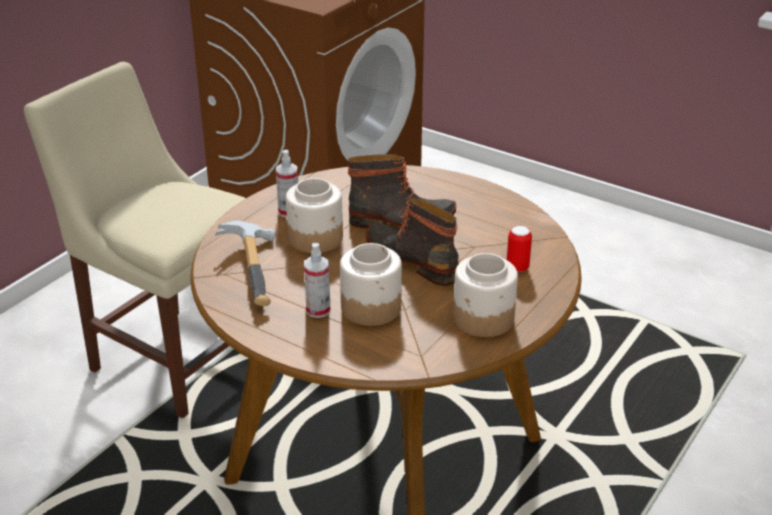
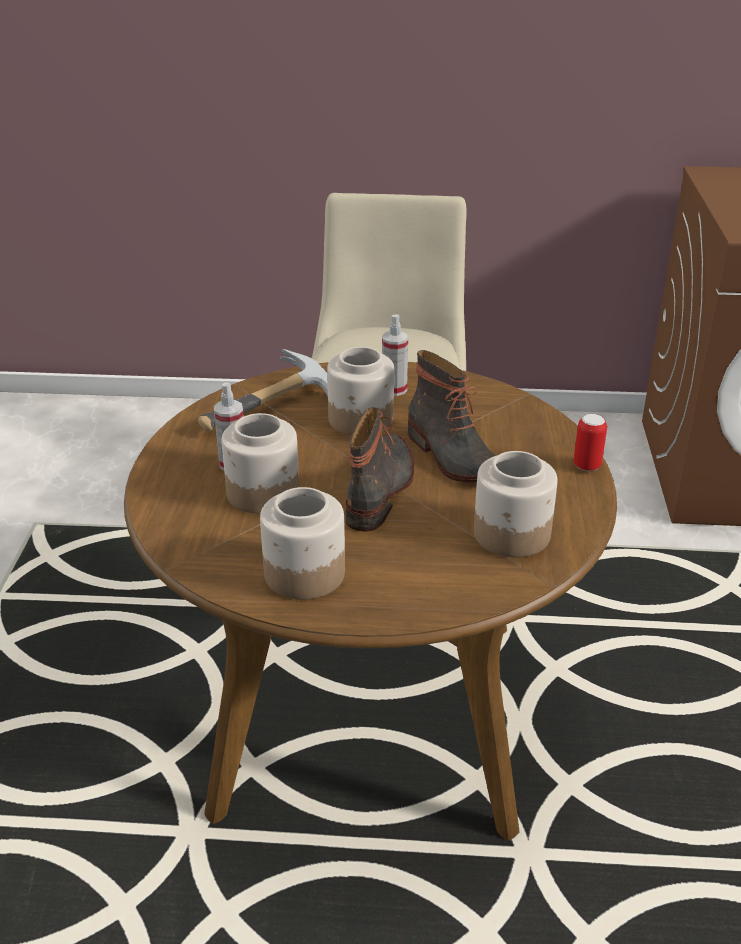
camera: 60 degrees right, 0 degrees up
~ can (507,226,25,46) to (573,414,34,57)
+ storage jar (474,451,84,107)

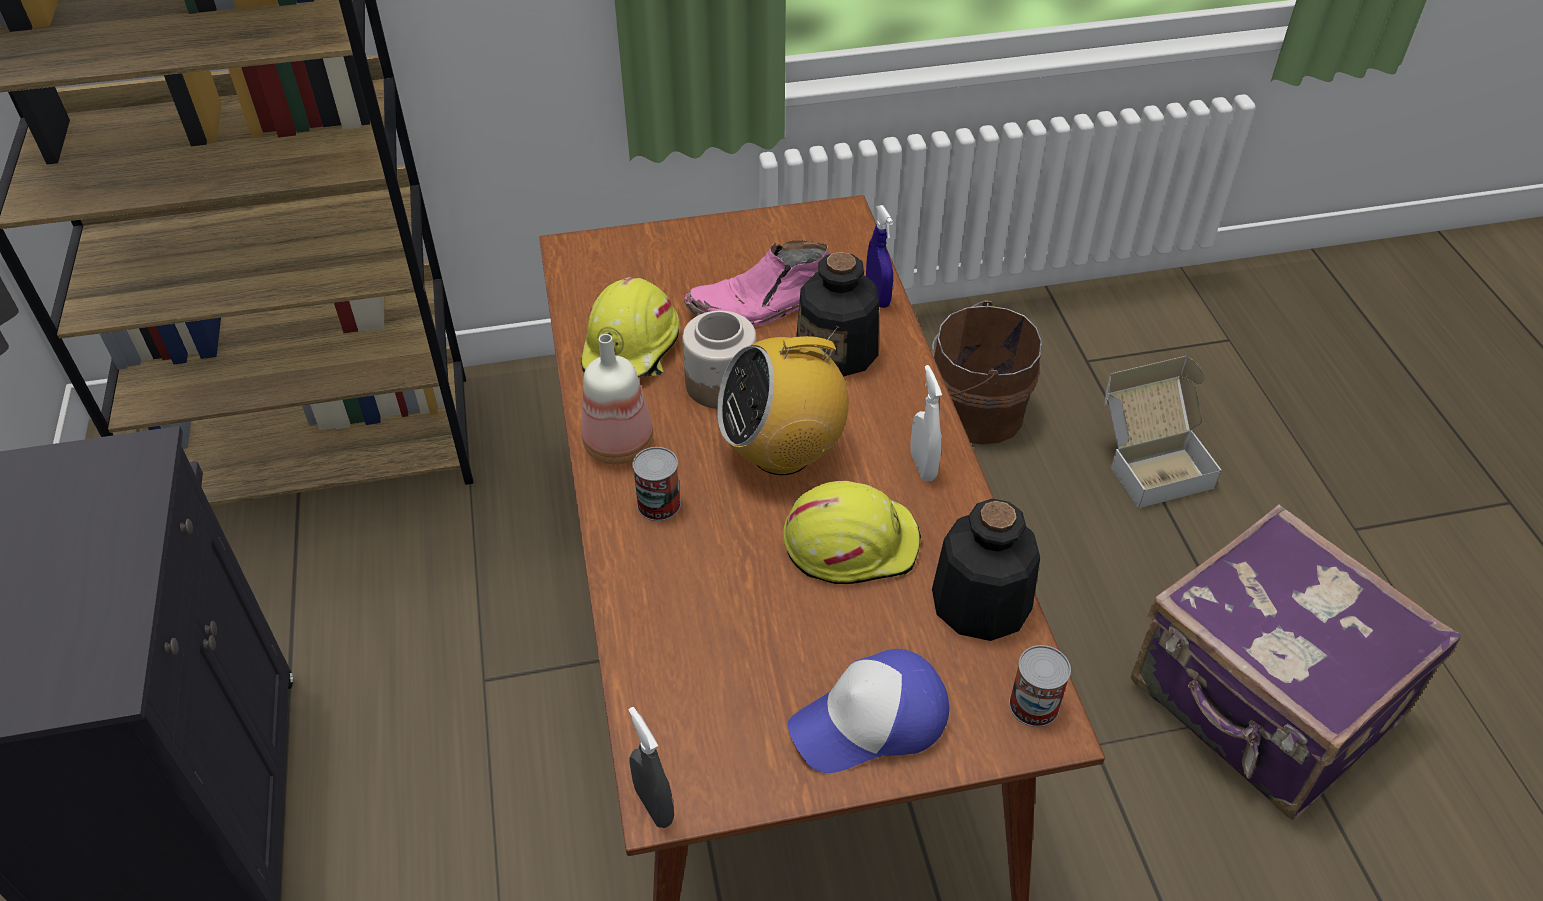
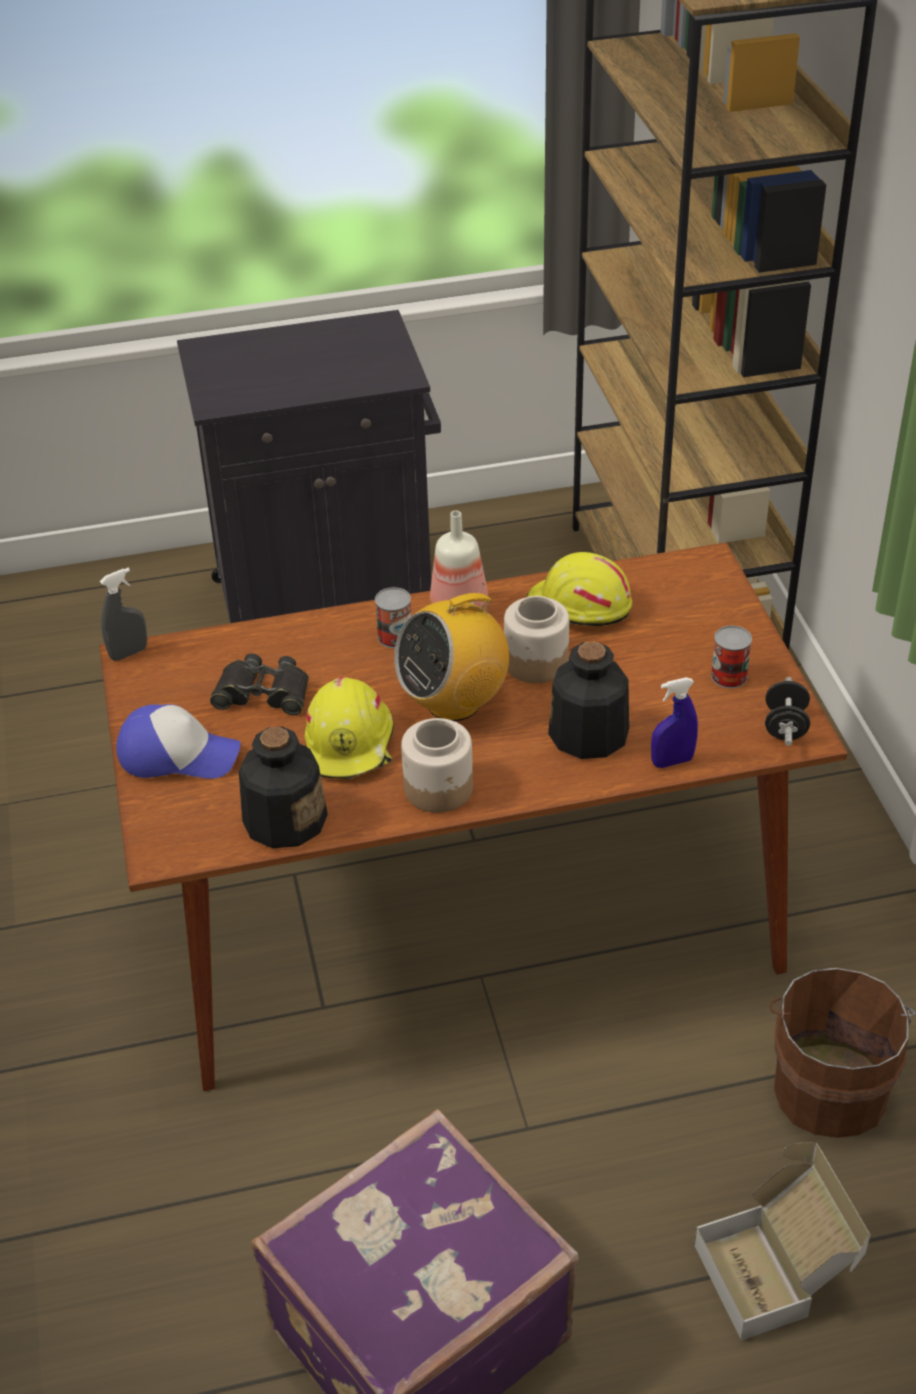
camera: 90 degrees right, 5 degrees down
- high-top boot (pinkish) (684,240,145,87)
~ radio receiver (717,326,132,149) = (394,583,115,138) 105 degrees counterclockwise
~ hand sprayer (whitish) (910,365,32,116) to storage jar (401,718,72,95)
~ can (1009,645,62,82) to (711,625,41,63)
~ peaked cap (788,649,161,124) = (116,704,125,75) 120 degrees clockwise
+ field glasses (black-coloured) (210,653,99,62)
+ free weight (black-coloured) (765,677,45,69)

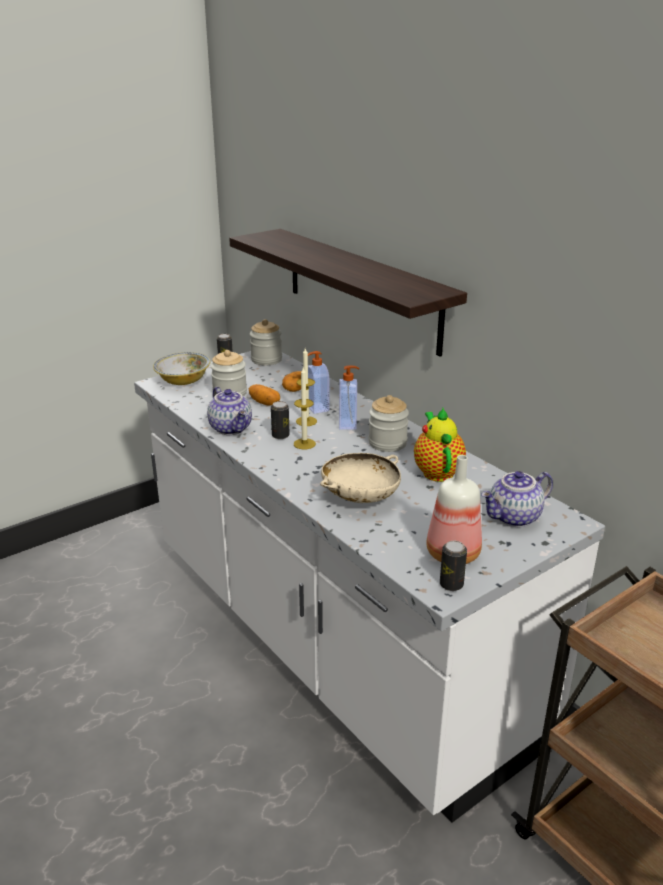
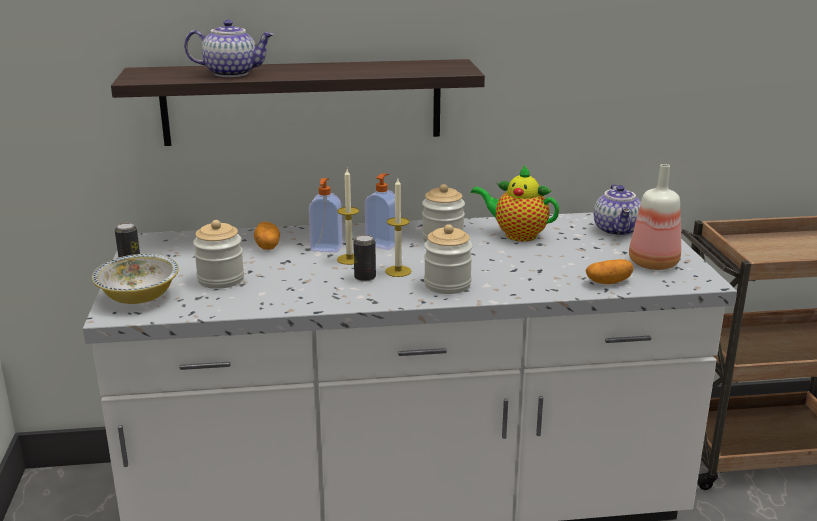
camera: 60 degrees left, 5 degrees down
~ storage jar (250,319,32,46) to (424,224,49,70)
~ potato (249,384,31,22) to (586,259,47,25)
~ teapot (207,387,45,48) to (184,20,90,57)
- bowl (sand-coloured) (320,453,81,50)
- can (440,541,27,50)

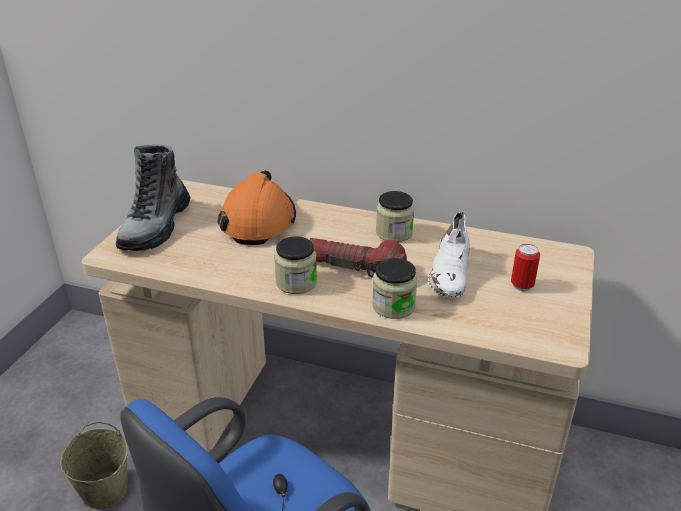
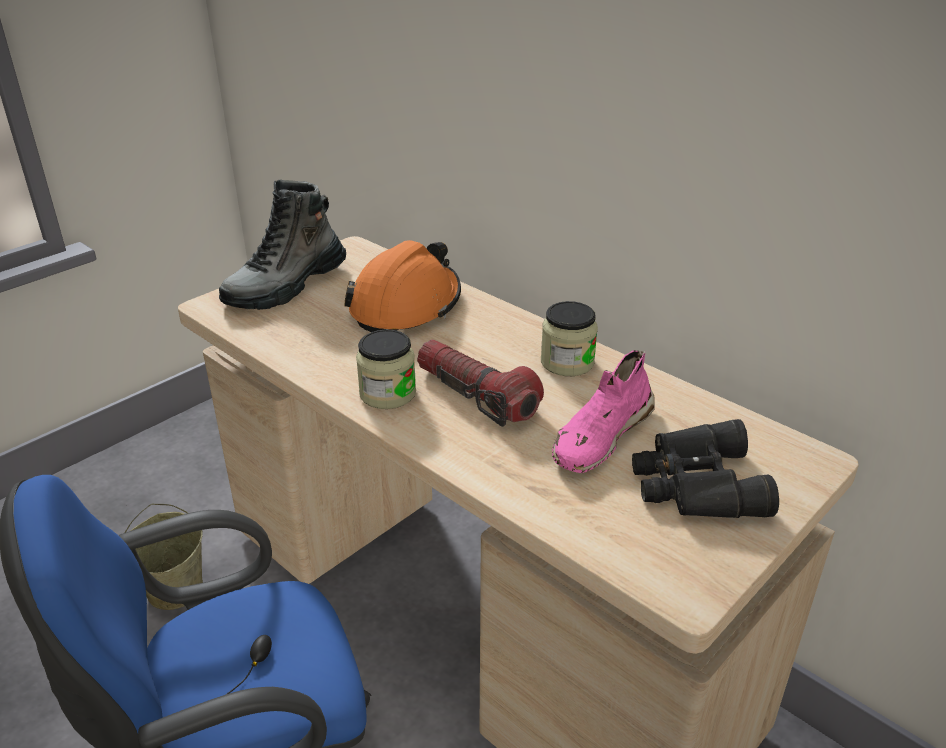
camera: 25 degrees right, 0 degrees up
~ low shoe (whitish) (428,212,42,86) to low shoe (pinkish) (552,350,102,123)
~ can (511,244,29,47) to field glasses (black-coloured) (632,419,147,99)
- storage jar (372,258,45,61)

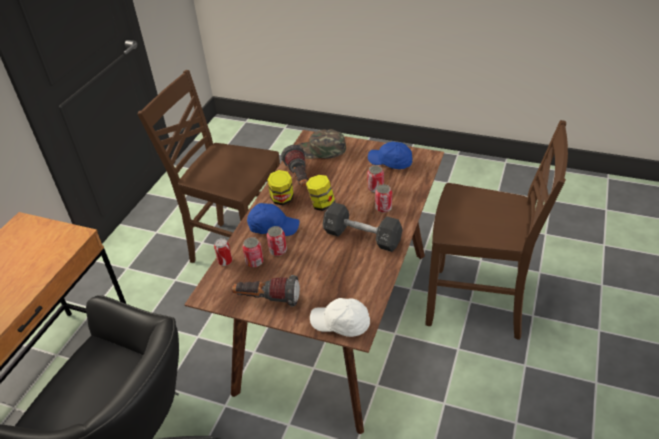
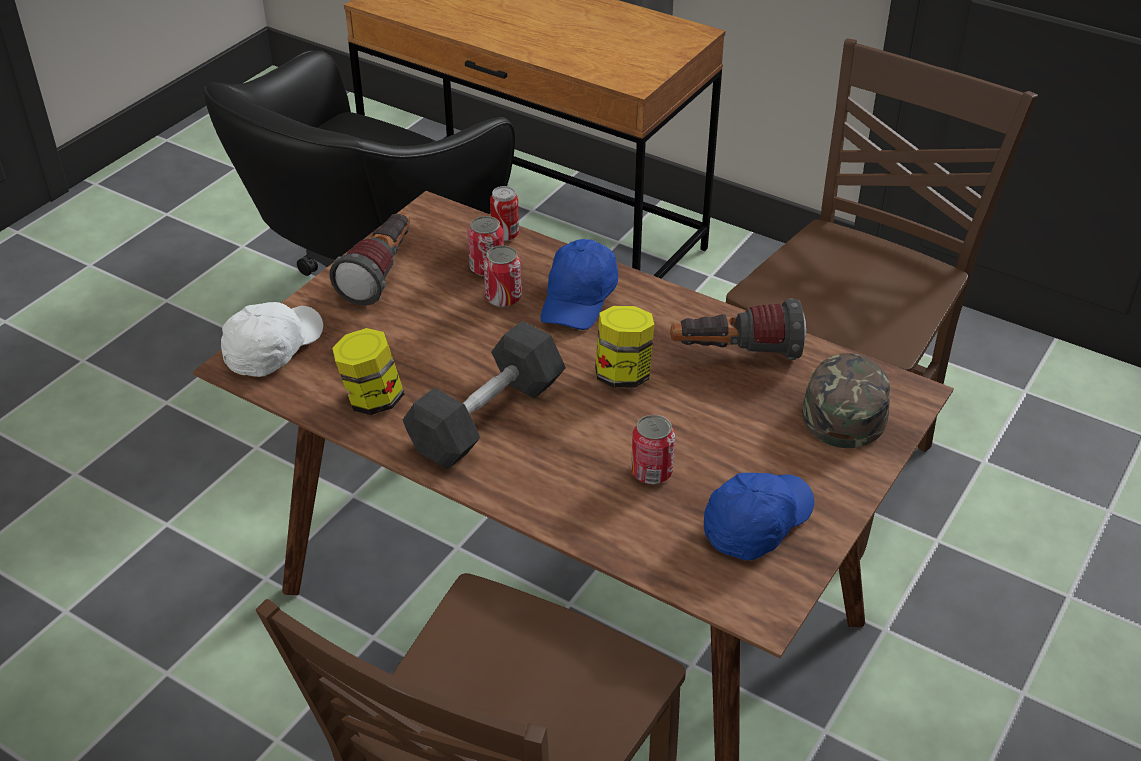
camera: 100 degrees right, 0 degrees up
~ storage jar (267,170,27,35) to (332,328,72,87)
- can (375,184,17,29)

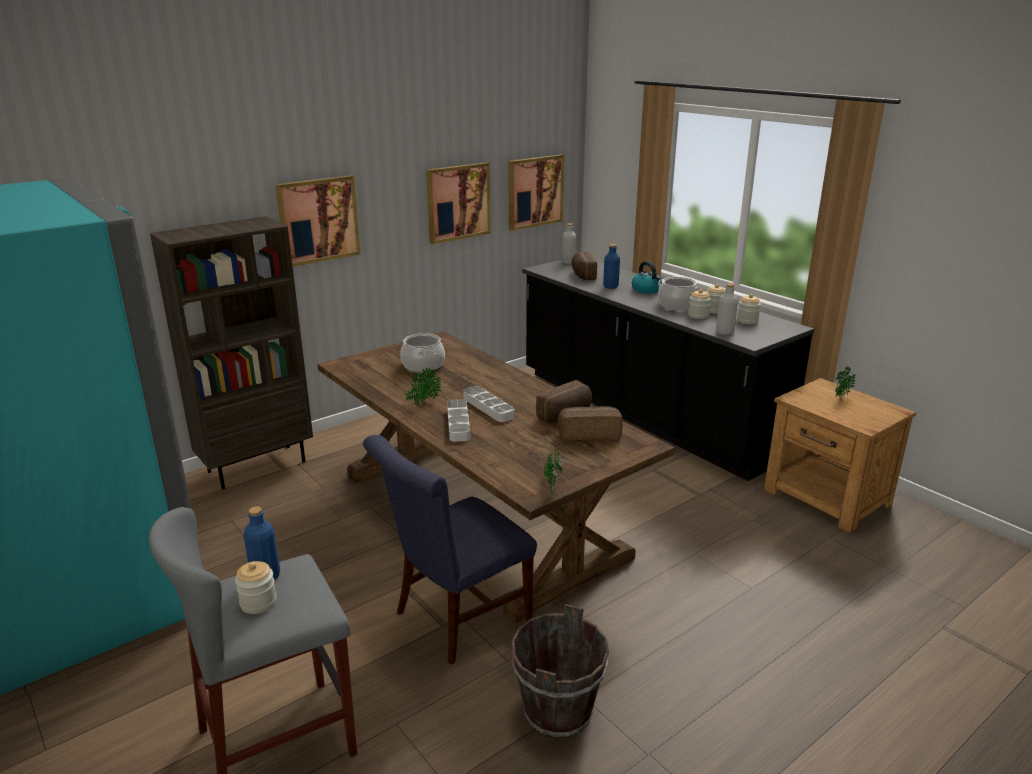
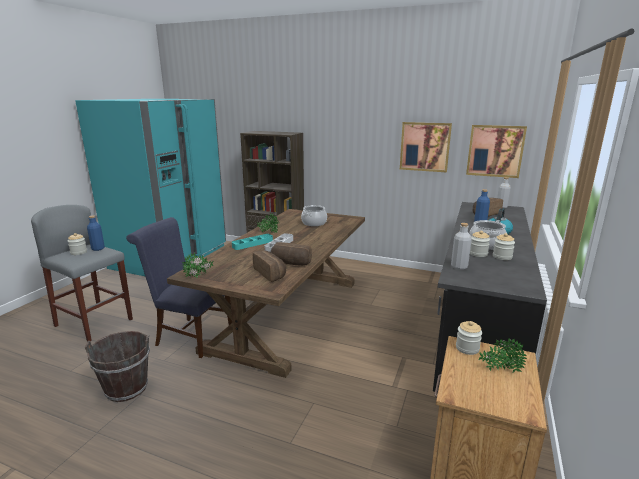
camera: 60 degrees right, 5 degrees down
- wall picture (275,175,86,92)
~ storage jar (737,294,24,30) to (456,321,26,34)
~ serving tray (grey) (447,400,23,42) to serving tray (turquoise) (232,234,41,16)

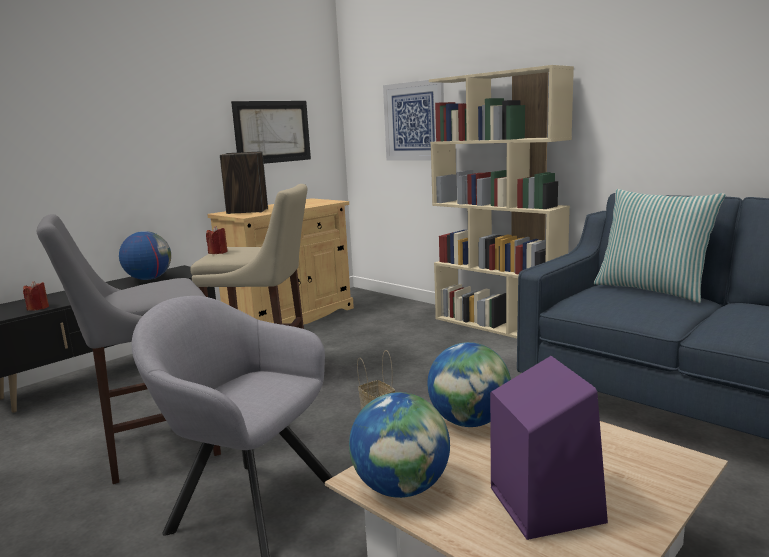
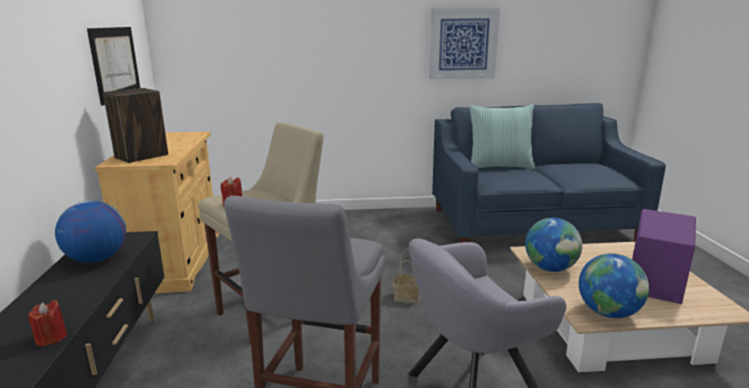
camera: 50 degrees left, 5 degrees up
- shelving unit (sand-coloured) (429,65,145,273)
~ wall picture (383,80,61,81) to (429,8,71,71)

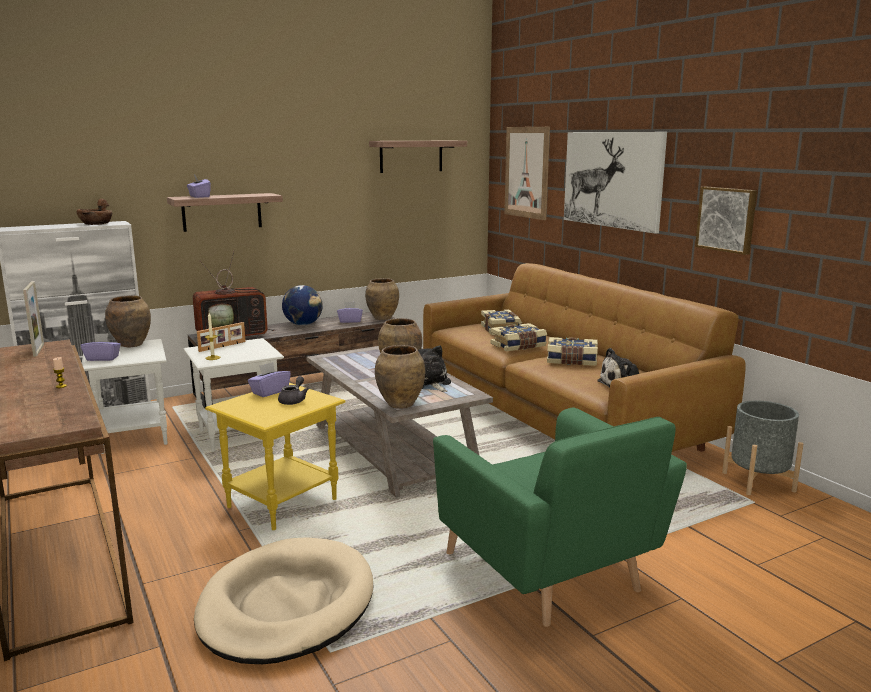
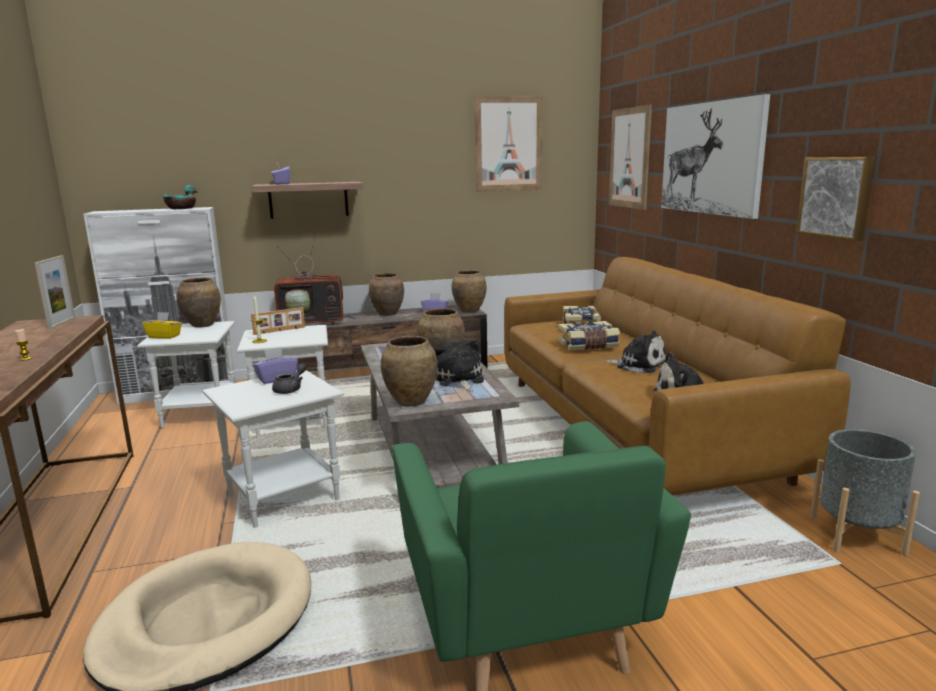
camera: 15 degrees right, 0 degrees up
~ shelf (369,141,98,32) to wall picture (474,96,69,96)
~ bowl (brown) (77,199,35,26) to bowl (turquoise) (163,185,35,24)
~ world globe (282,285,41,40) to vase (brown) (369,273,35,43)
~ tissue holder (purple) (81,333,40,28) to tissue holder (yellowish) (143,312,39,27)
~ bound book (547,337,51,29) to plush toy (605,331,60,42)
~ accent table (yellowish) (205,383,141,147) to accent table (whitish) (202,370,142,158)

